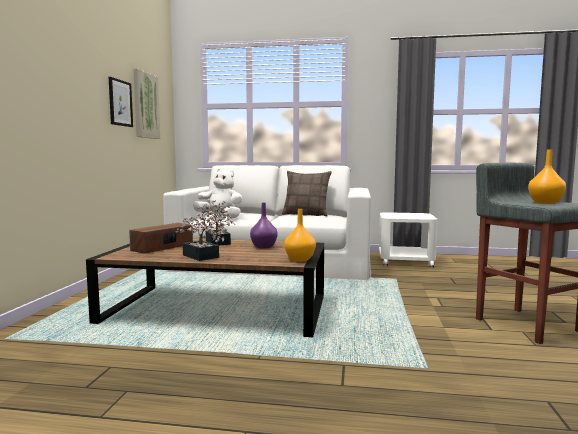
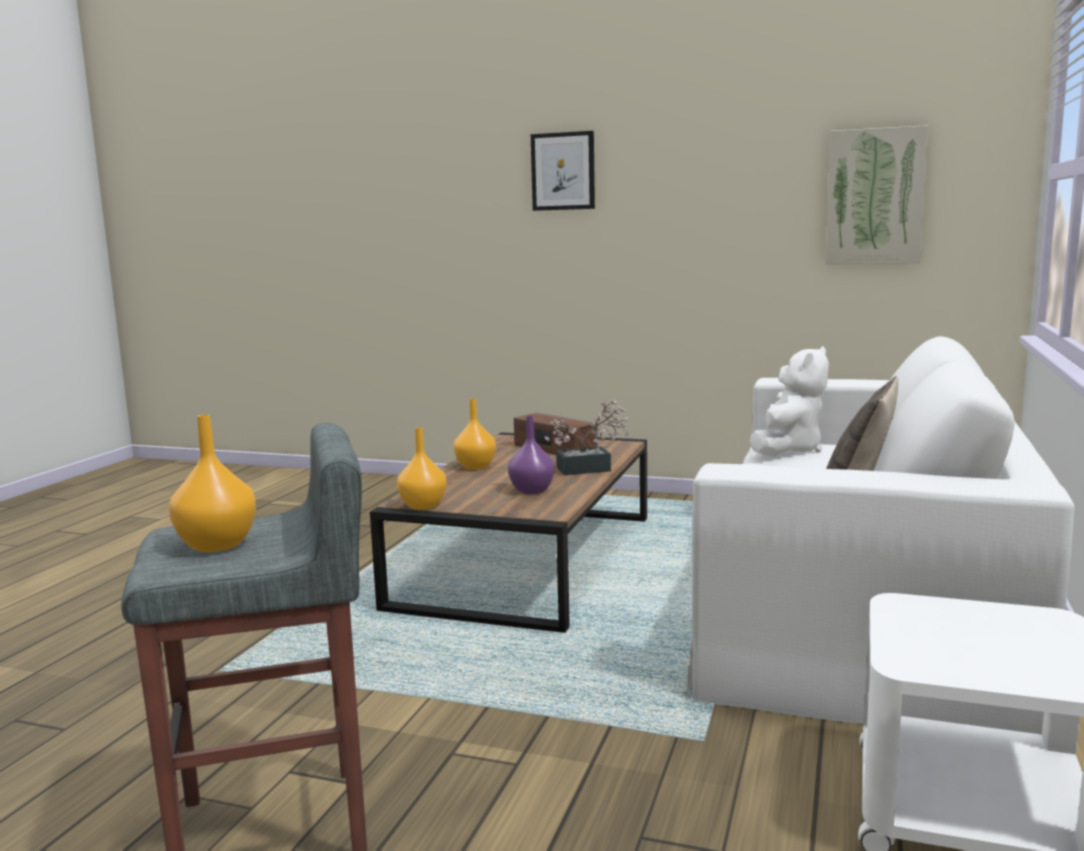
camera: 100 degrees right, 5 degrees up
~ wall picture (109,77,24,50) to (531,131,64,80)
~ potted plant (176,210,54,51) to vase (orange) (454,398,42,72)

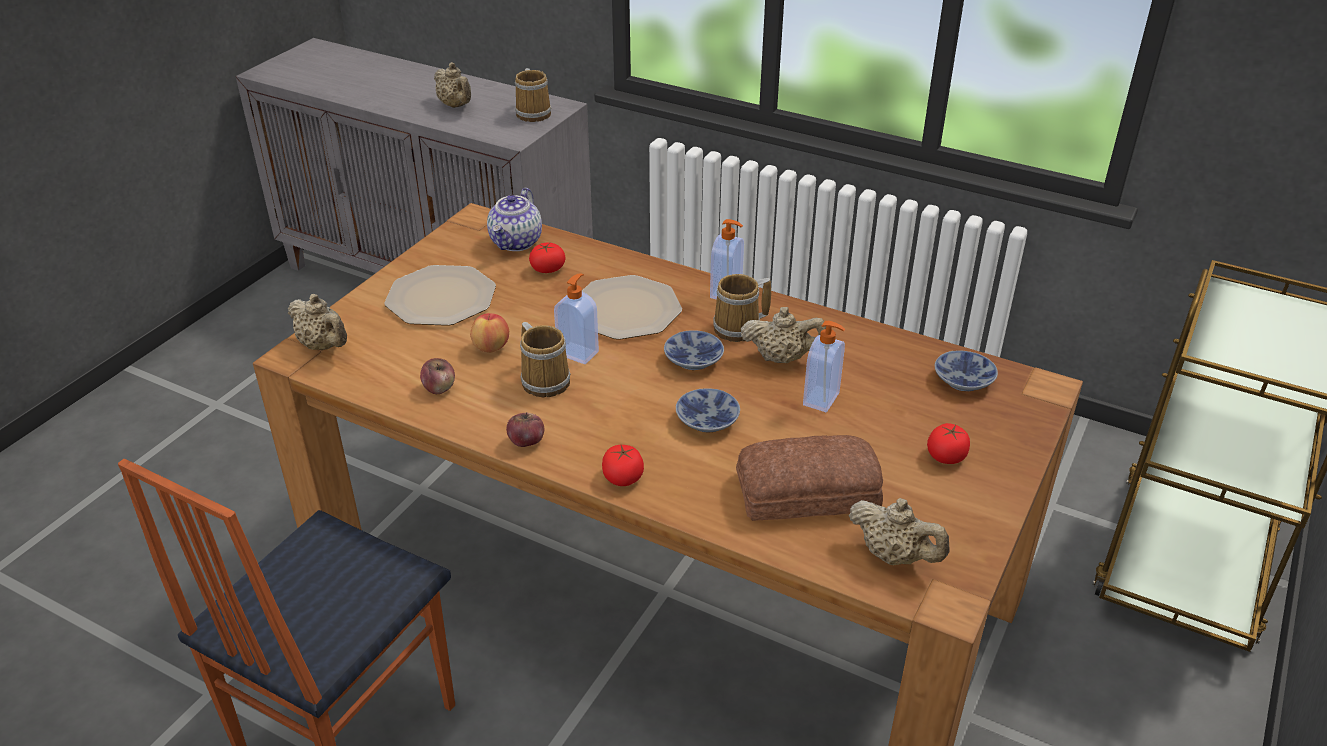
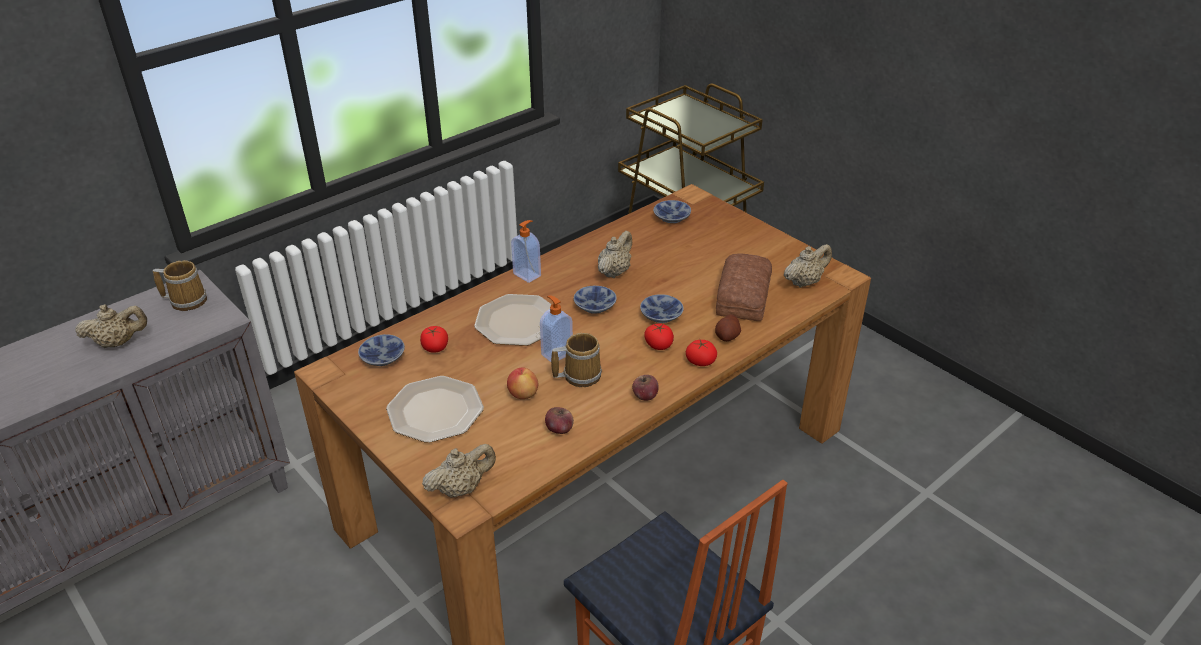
camera: 70 degrees left, 0 degrees up
~ teapot (487,188,55,63) to bowl (358,334,47,32)
- coffee mug (713,274,58,68)
- soap dispenser (803,321,42,91)
~ whole tomato (927,423,43,41) to (644,323,30,27)
+ potato (715,314,26,27)

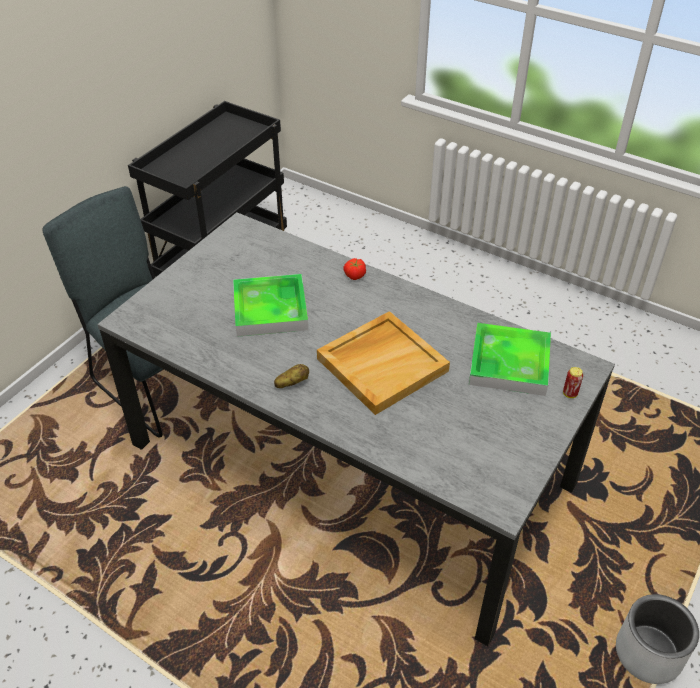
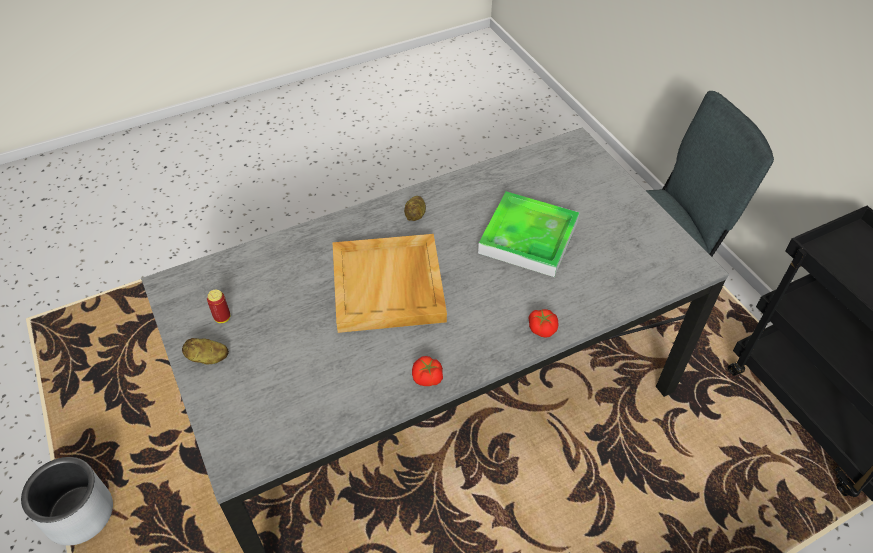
camera: 120 degrees right, 5 degrees up
- serving tray (469,323,82,73)
~ can (563,367,20,31) to (207,290,23,33)
+ potato (182,338,47,26)
+ whole tomato (412,356,31,30)

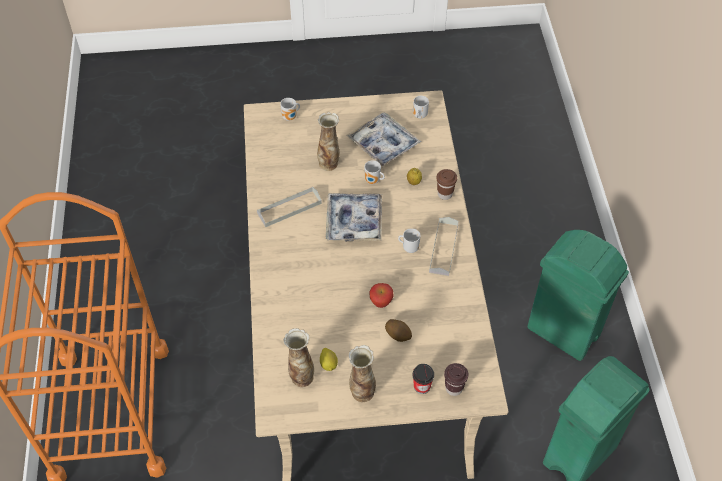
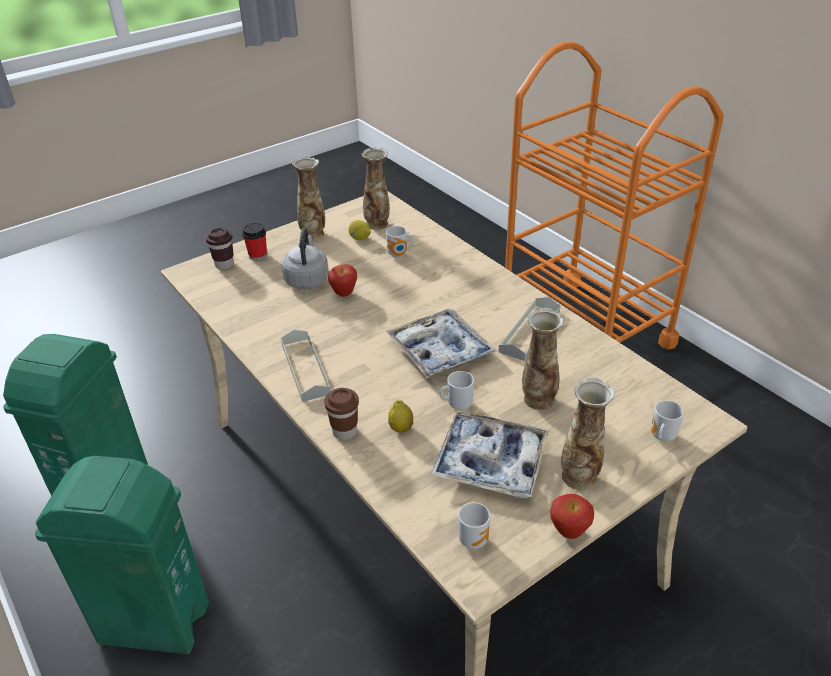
camera: 150 degrees right, 15 degrees down
~ coffee mug (398,228,23,25) to (386,226,27,32)
~ potato (385,319,27,23) to water kettle (grey) (281,228,48,61)
+ vase (561,378,54,112)
+ whole apple (550,494,44,45)

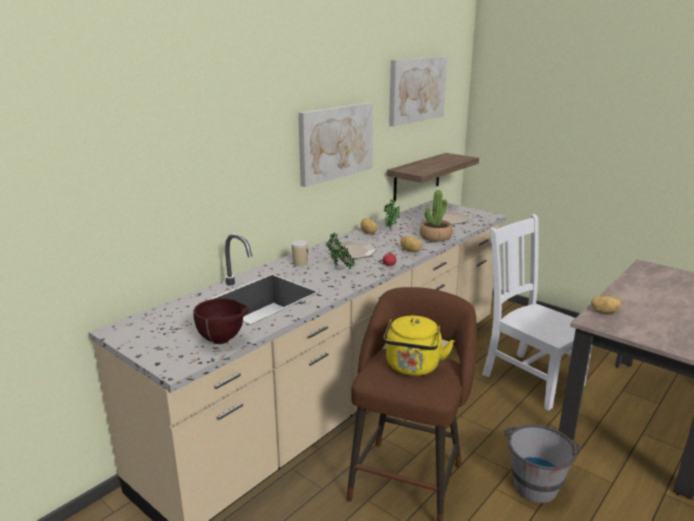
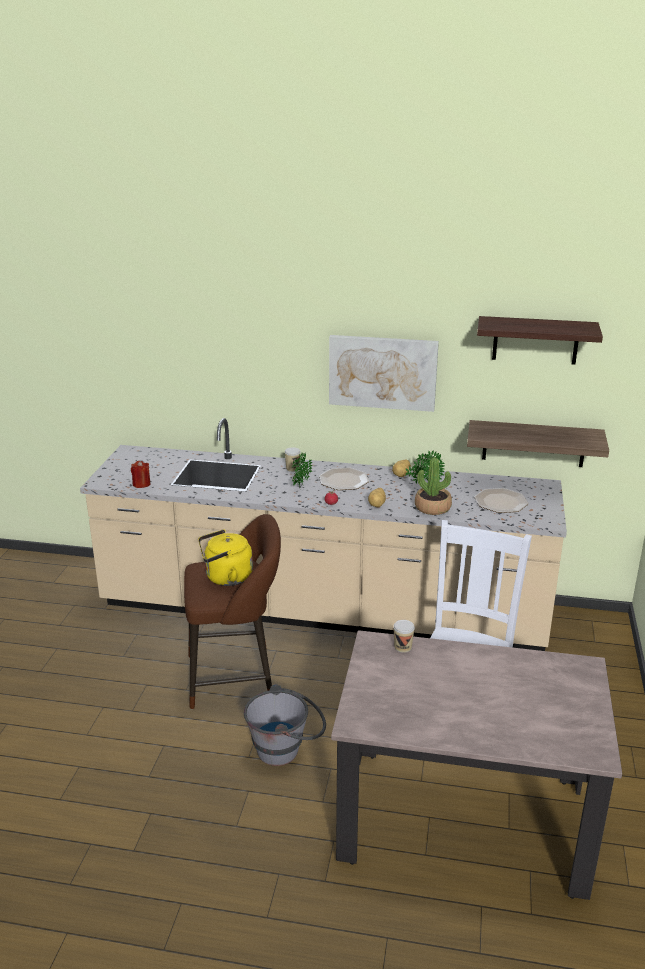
camera: 60 degrees right, 5 degrees up
~ wall picture (389,57,58,70) to shelf (477,316,126,49)
~ potato (591,296,31,17) to drinking cup (393,620,22,33)
~ bowl (brown) (193,298,55,46) to wax candle (red-coloured) (131,461,19,27)

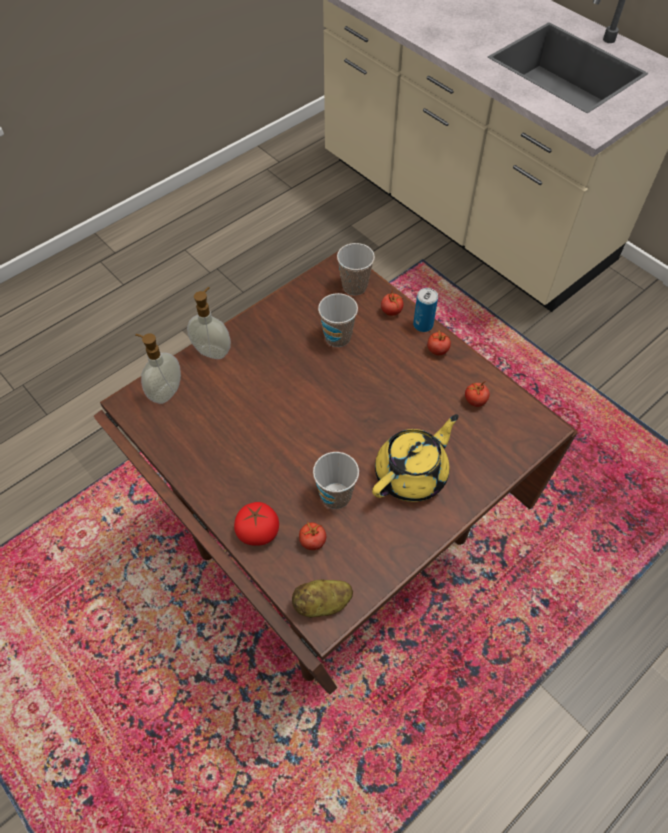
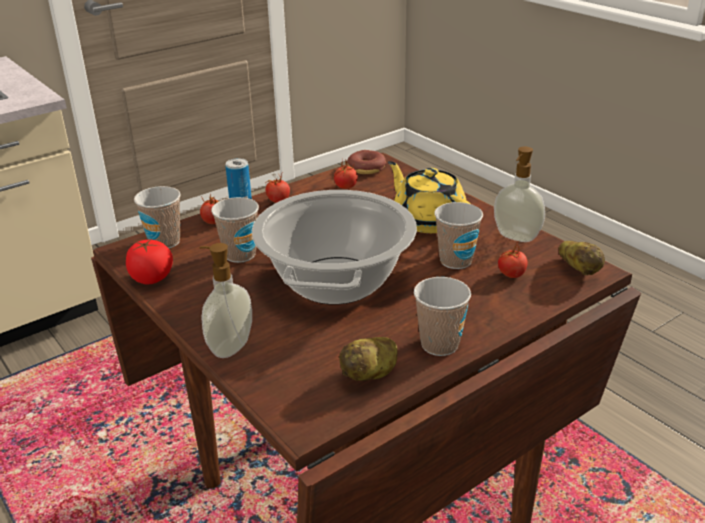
camera: 85 degrees left, 25 degrees down
~ soap dispenser (135,333,46,71) to (494,146,51,96)
~ whole tomato (234,502,45,44) to (126,240,47,44)
+ donut (347,150,39,24)
+ saucepot (251,190,166,115)
+ drinking cup (414,277,57,79)
+ potato (339,337,59,44)

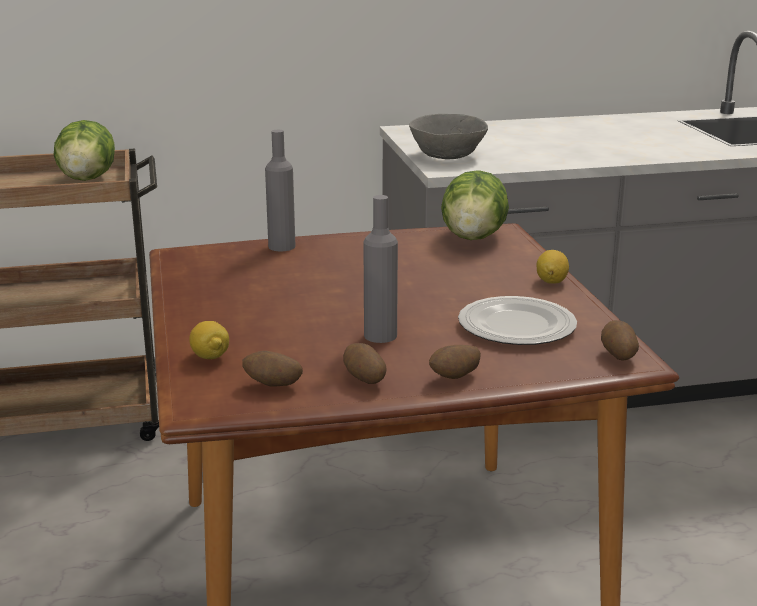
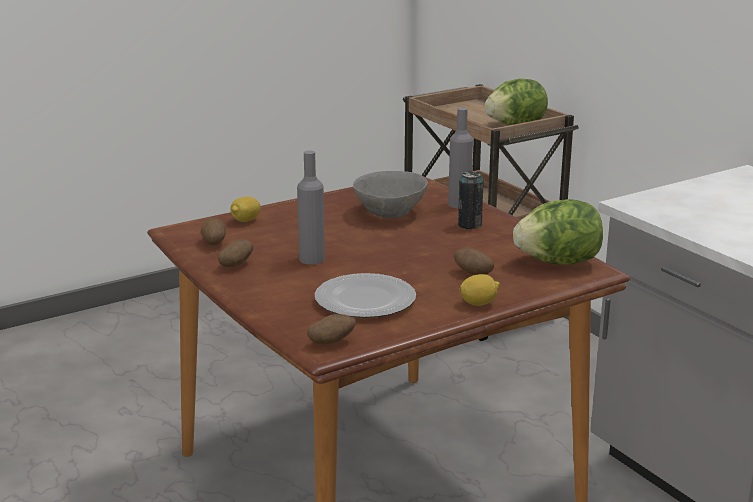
camera: 70 degrees right, 0 degrees up
~ bowl (grey) (409,114,79,45) to (353,171,75,47)
~ potato (429,345,52,34) to (454,248,40,27)
+ can (458,171,26,58)

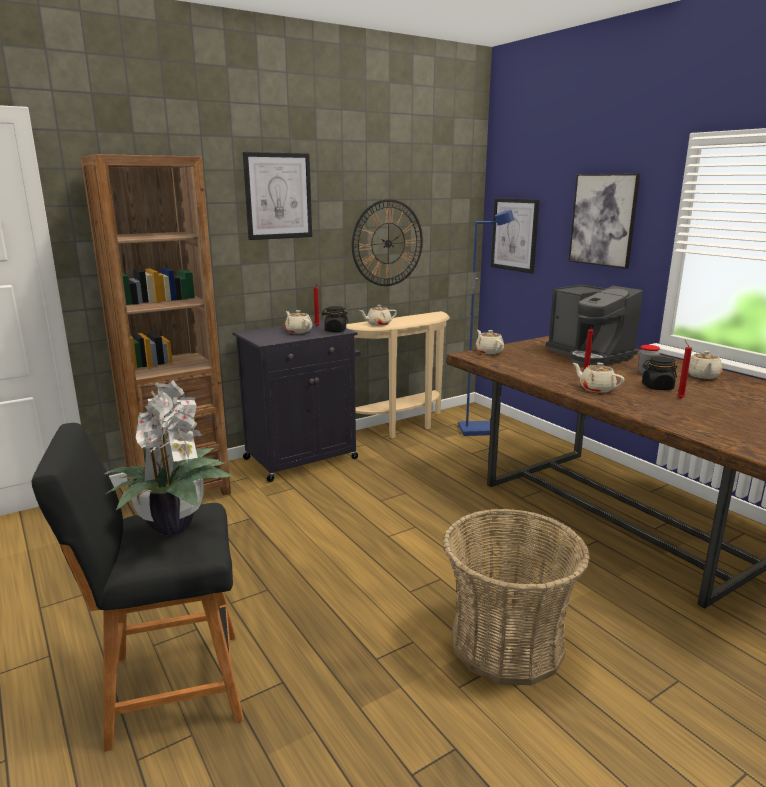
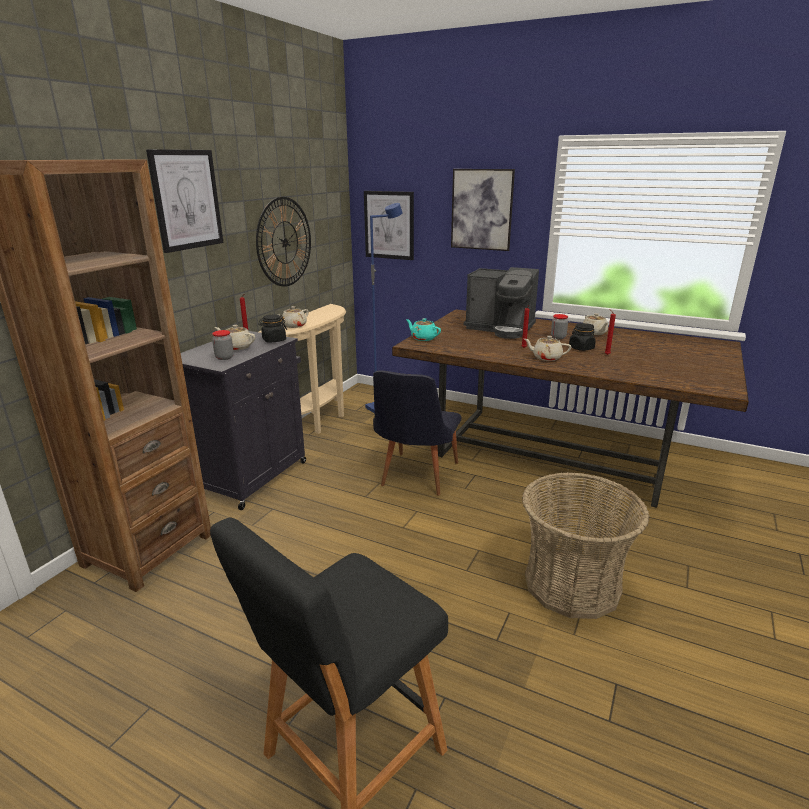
camera: 30 degrees left, 5 degrees up
~ teapot (sand-coloured) (475,330,29,24) to teapot (turquoise) (406,318,35,23)
- potted plant (105,380,128,155)
+ storage jar (212,330,22,30)
+ plain chair (black-coloured) (373,370,89,126)

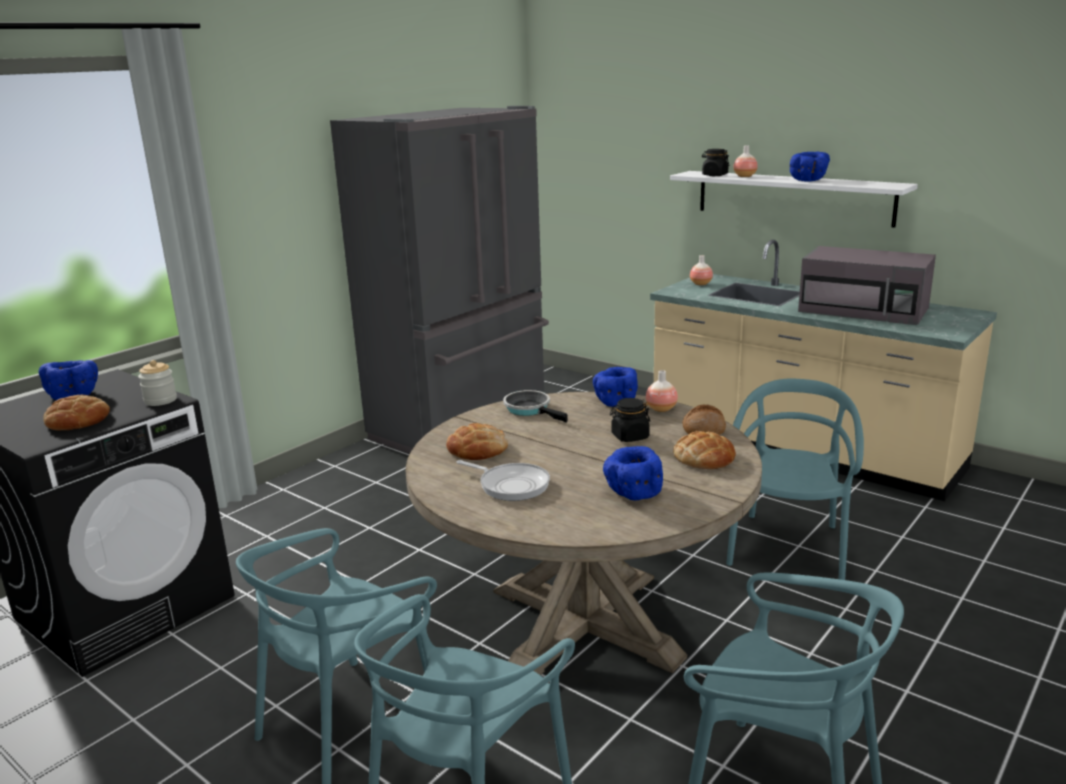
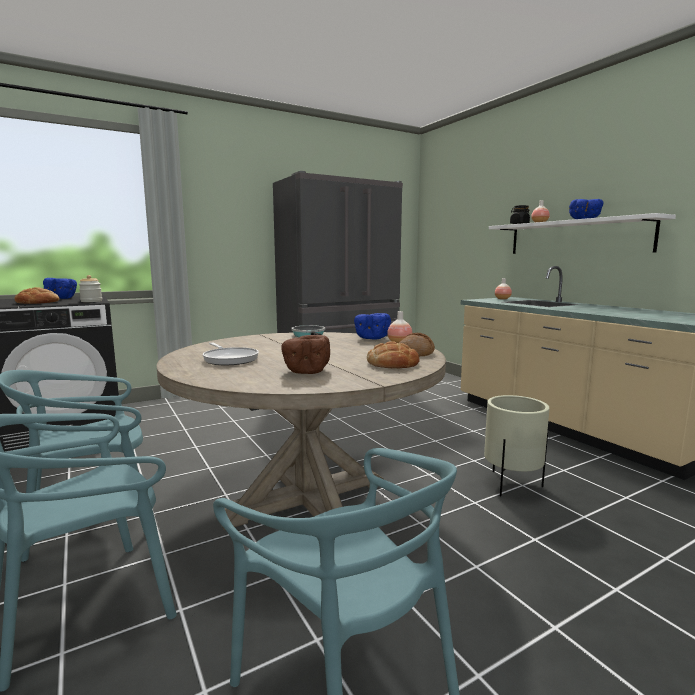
camera: 20 degrees right, 10 degrees down
- microwave (grey) (798,246,138,79)
~ plain chair (turquoise) (726,379,138,201) to planter (sand-coloured) (484,395,65,101)
- storage jar (black-coloured) (610,398,40,44)
- baked bread (446,423,62,37)
~ bowl (blue-coloured) (603,446,60,54) to bowl (brown) (281,335,49,39)

